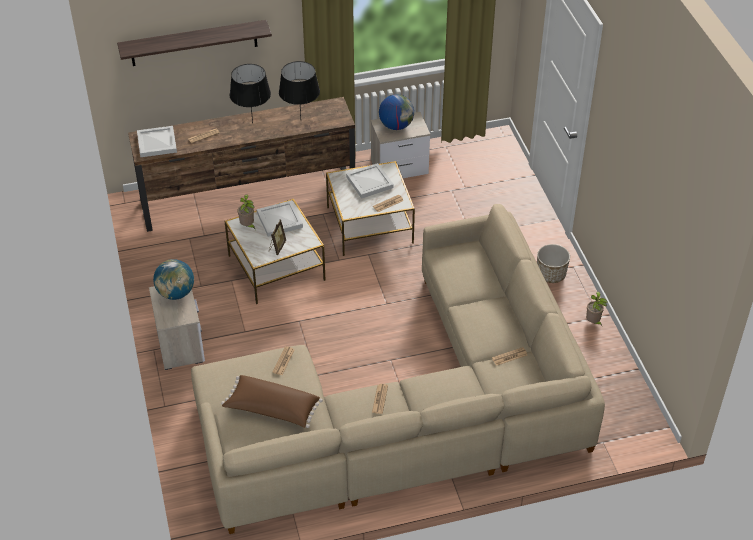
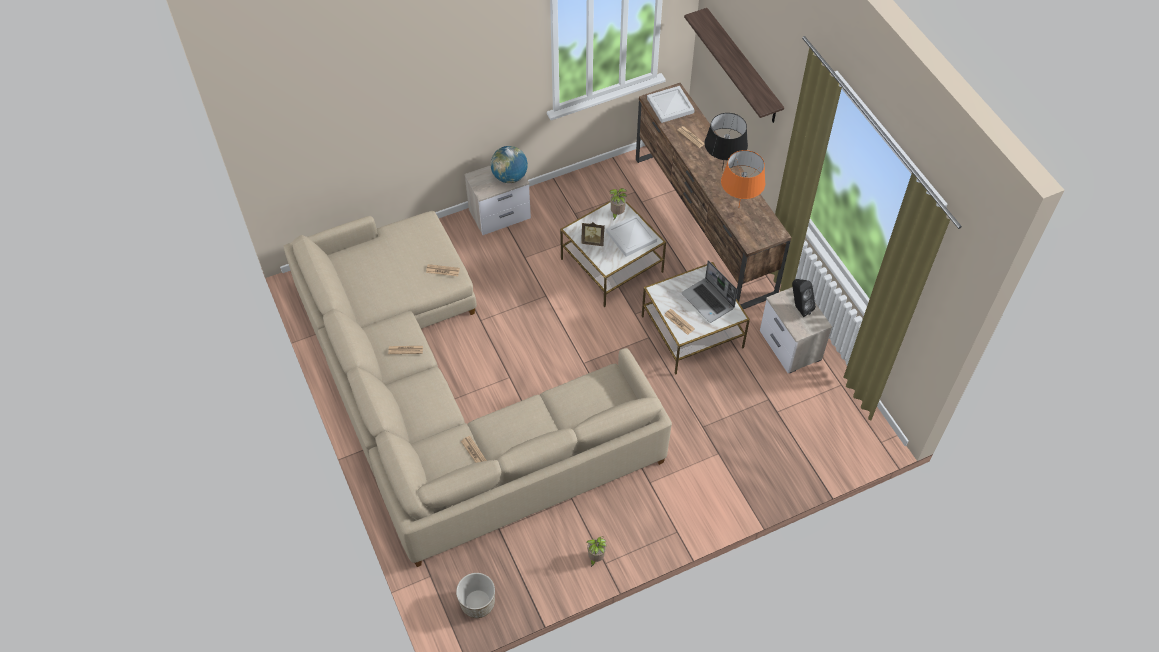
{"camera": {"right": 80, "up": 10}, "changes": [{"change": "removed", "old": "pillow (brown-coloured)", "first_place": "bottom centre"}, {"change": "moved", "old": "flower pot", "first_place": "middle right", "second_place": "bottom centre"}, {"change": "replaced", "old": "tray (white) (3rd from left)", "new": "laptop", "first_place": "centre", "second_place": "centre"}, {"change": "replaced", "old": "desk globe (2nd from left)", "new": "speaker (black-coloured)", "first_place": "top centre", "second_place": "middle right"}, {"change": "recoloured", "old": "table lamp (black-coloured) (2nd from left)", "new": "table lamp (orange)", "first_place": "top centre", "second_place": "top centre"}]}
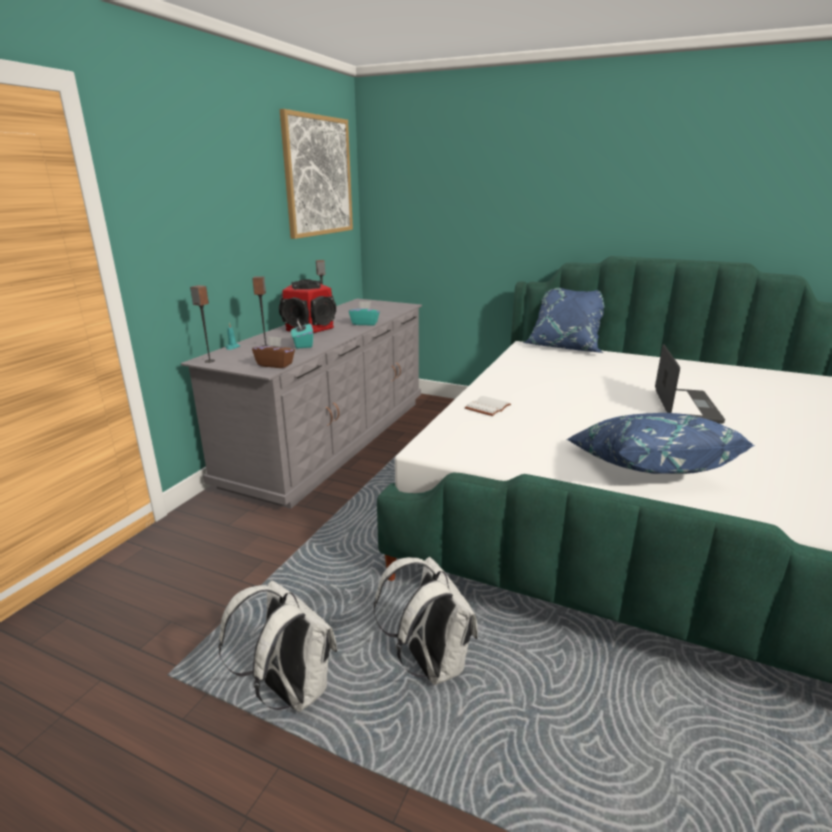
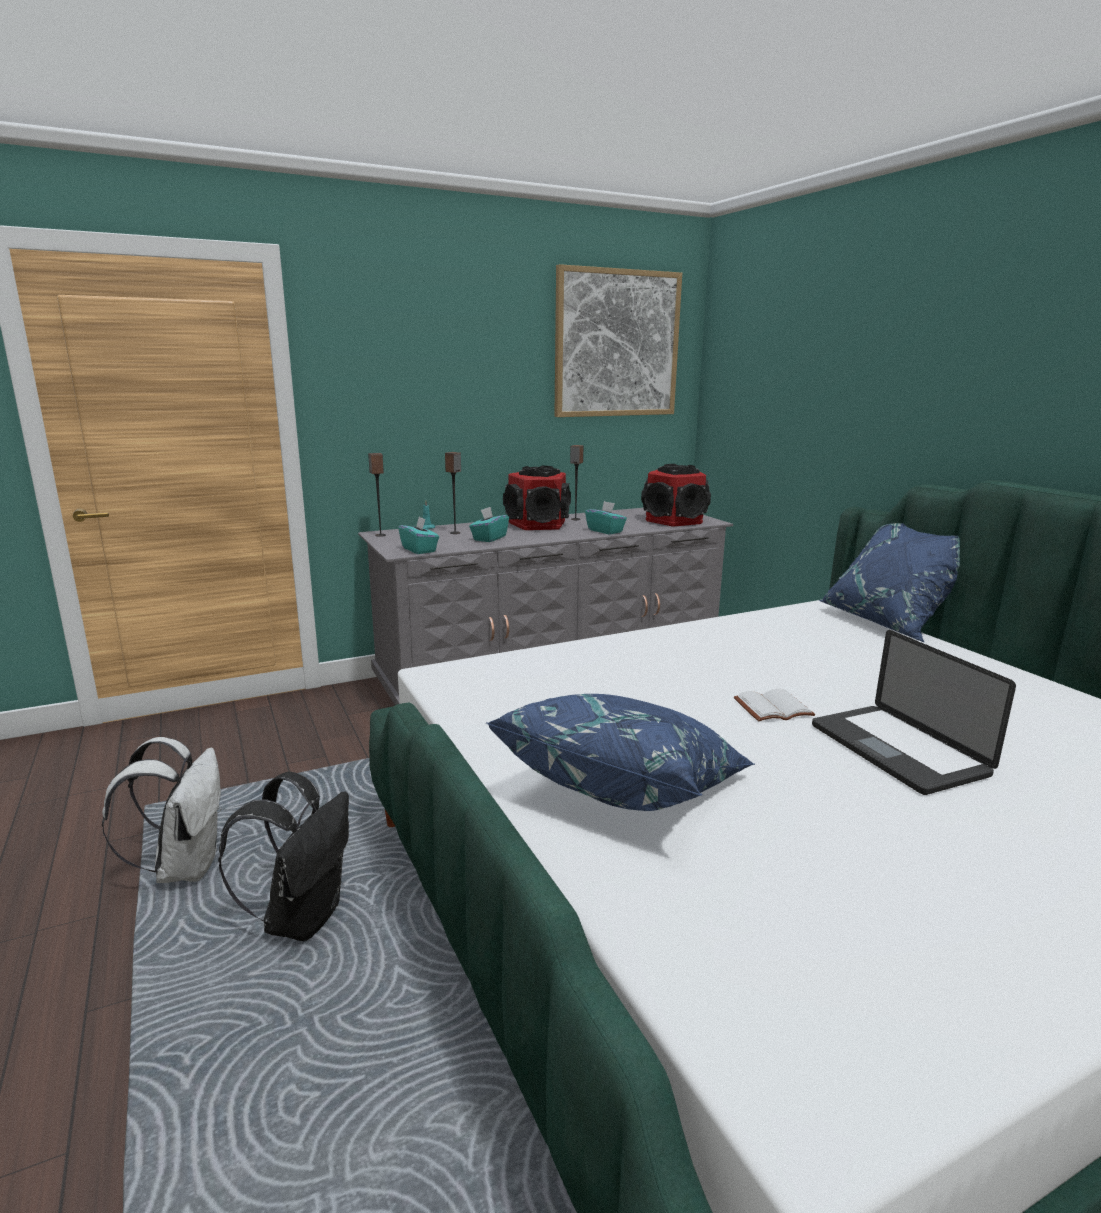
{"camera": {"right": 40, "up": -5}, "changes": [{"change": "added", "new": "speaker (5th from left)", "second_place": "centre"}, {"change": "moved", "old": "bound book (white)", "first_place": "centre", "second_place": "middle right"}, {"change": "recoloured", "old": "box of tissues (brown-coloured)", "new": "box of tissues (blue-green) (1st from left)", "first_place": "middle left", "second_place": "centre"}, {"change": "recoloured", "old": "knapsack (white) (2nd from left)", "new": "knapsack (black-coloured)", "first_place": "bottom centre", "second_place": "bottom left"}, {"change": "turned", "old": "laptop", "first_place": "middle right", "second_place": "middle right", "degrees": 105}]}
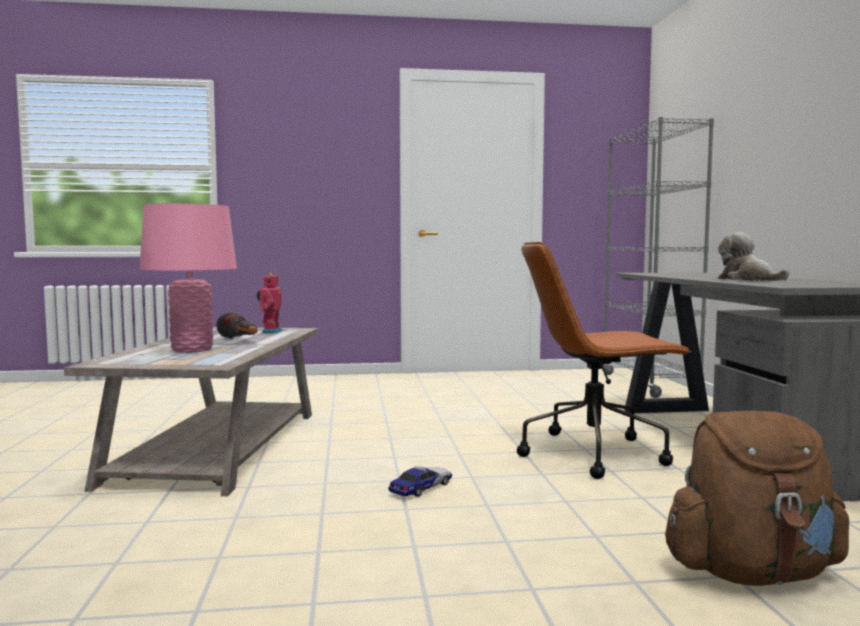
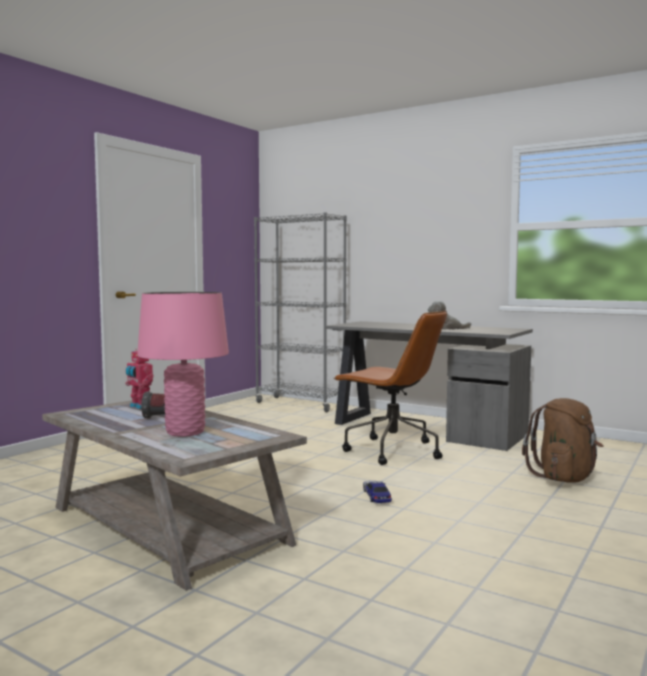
{"camera": {"right": -50, "up": 0}, "changes": [{"change": "turned", "old": "computer chair (brown-coloured)", "first_place": "middle right", "second_place": "centre", "degrees": -90}]}
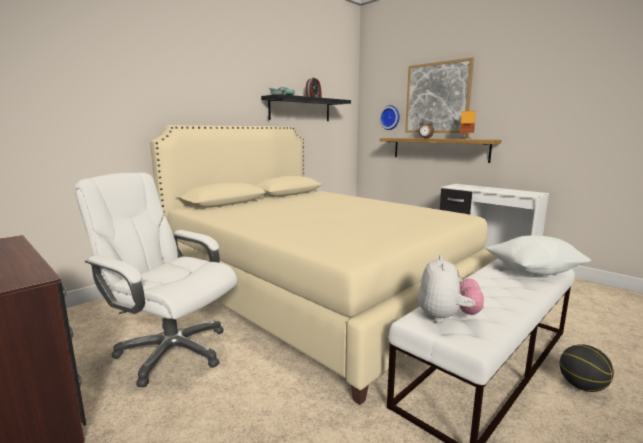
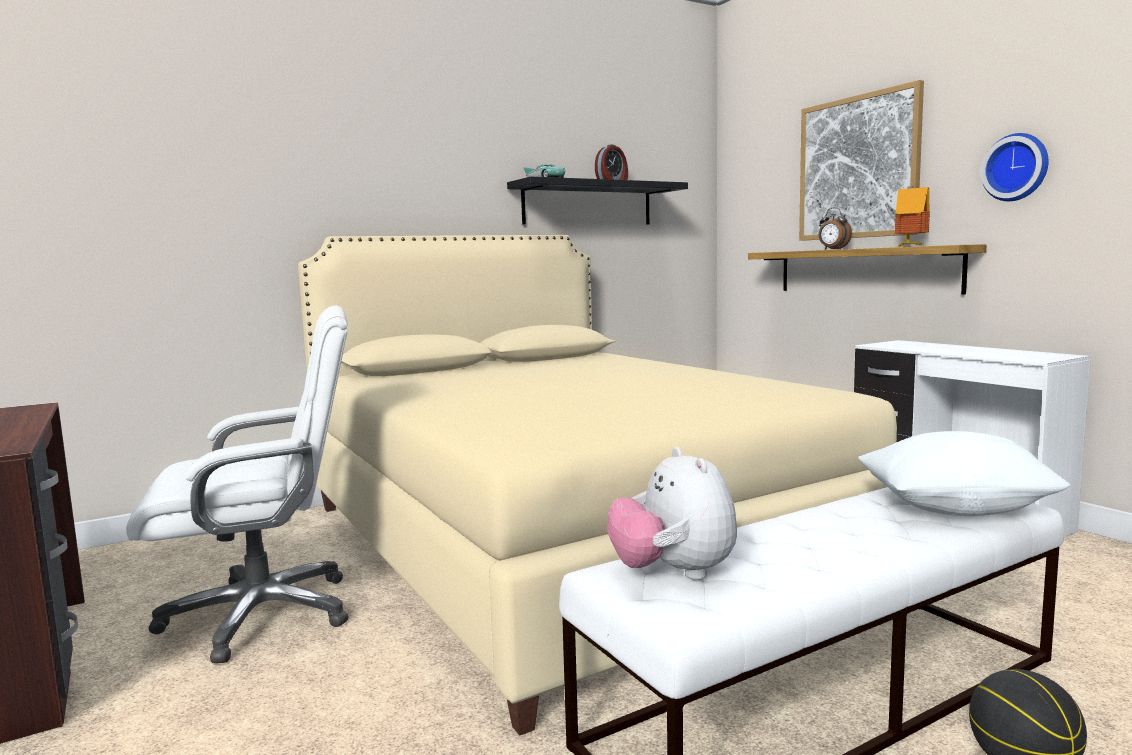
{"camera": {"right": 15, "up": -5}, "changes": [{"change": "moved", "old": "clock on the wall", "first_place": "top centre", "second_place": "top right"}, {"change": "turned", "old": "computer chair (white)", "first_place": "middle left", "second_place": "middle left", "degrees": 120}, {"change": "turned", "old": "plush toy", "first_place": "middle right", "second_place": "bottom centre", "degrees": 135}]}
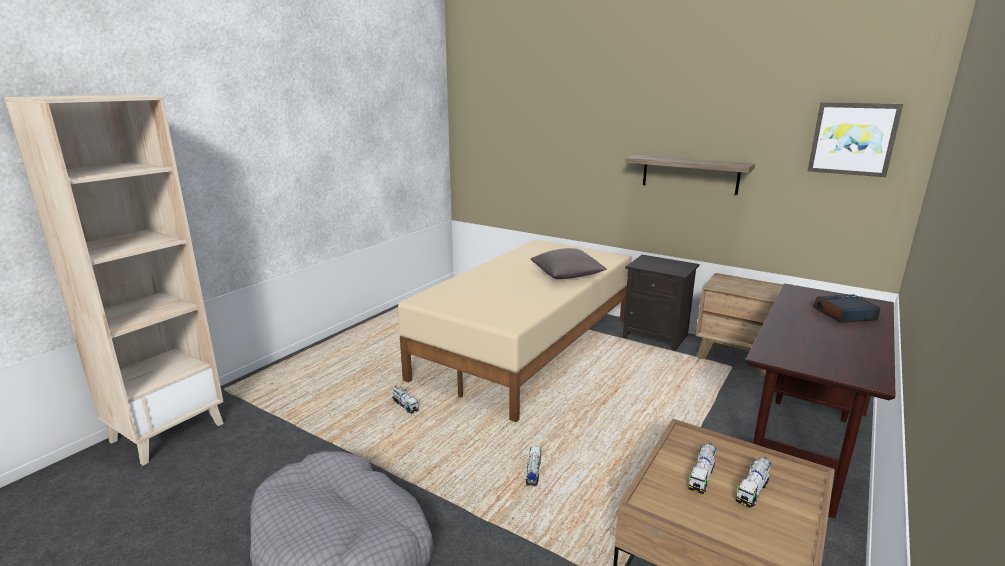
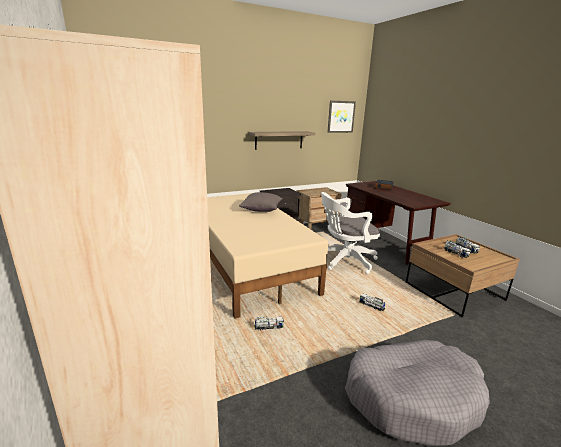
{"camera": {"right": -60, "up": 0}, "changes": [{"change": "added", "new": "computer chair (white)", "second_place": "centre"}]}
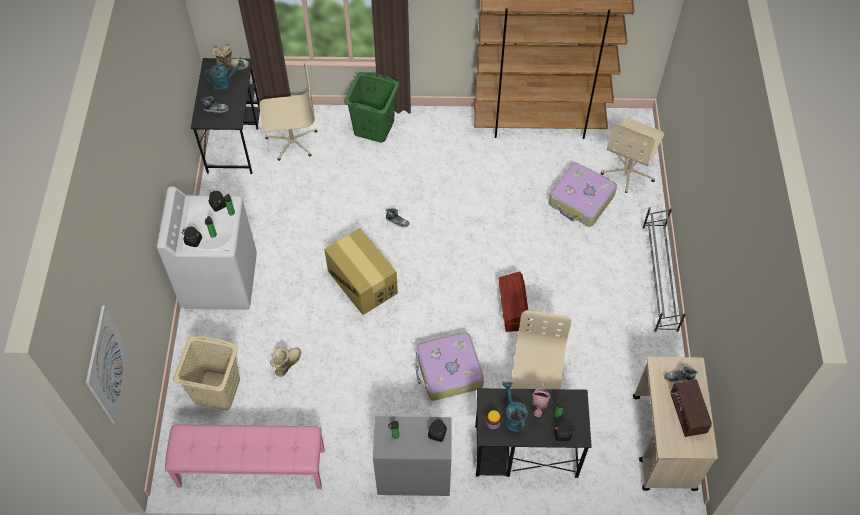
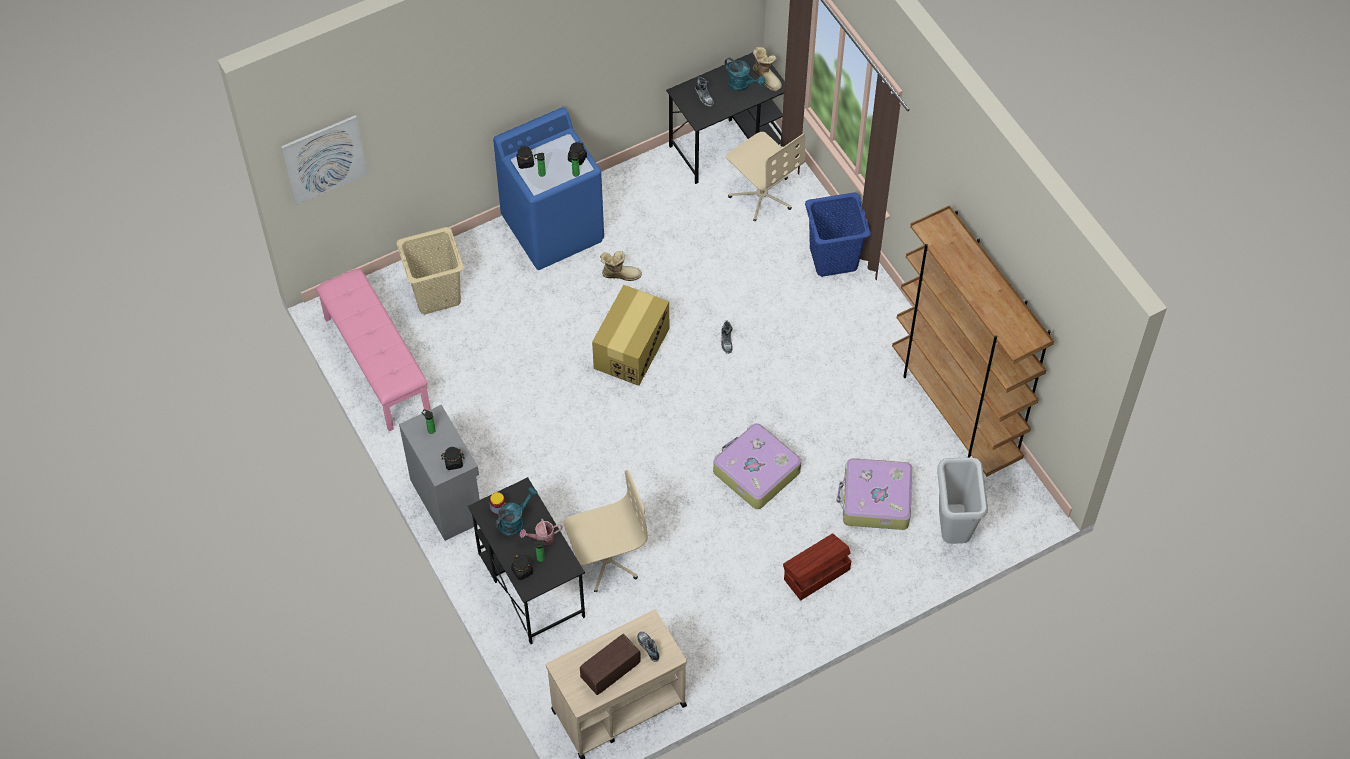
{"camera": {"right": 60, "up": 0}, "changes": [{"change": "removed", "old": "shoe shelf (grey)", "first_place": "middle right"}, {"change": "moved", "old": "tall boot (2nd from left in the first image)", "new": "tall boot (1st from left)", "first_place": "bottom left", "second_place": "centre"}, {"change": "moved", "old": "piece of luggage (1st from left)", "first_place": "bottom centre", "second_place": "centre"}, {"change": "moved", "old": "storage bin (brown-coloured)", "first_place": "centre", "second_place": "bottom centre"}, {"change": "replaced", "old": "computer chair (sand-coloured) (3rd from left)", "new": "rubbish bin (grey)", "first_place": "top right", "second_place": "middle right"}, {"change": "recoloured", "old": "washing machine (white)", "new": "washing machine (blue)", "first_place": "middle left", "second_place": "top centre"}, {"change": "recoloured", "old": "hamper (greenish)", "new": "hamper (blue)", "first_place": "top centre", "second_place": "top centre"}]}
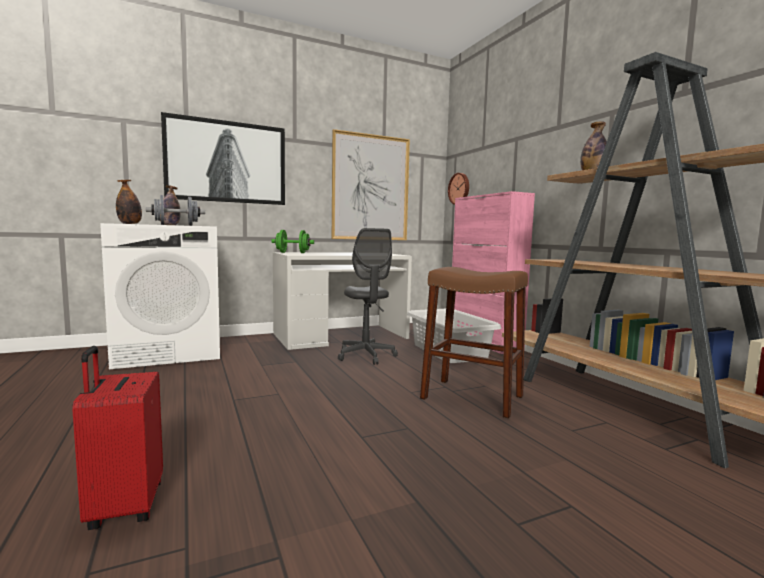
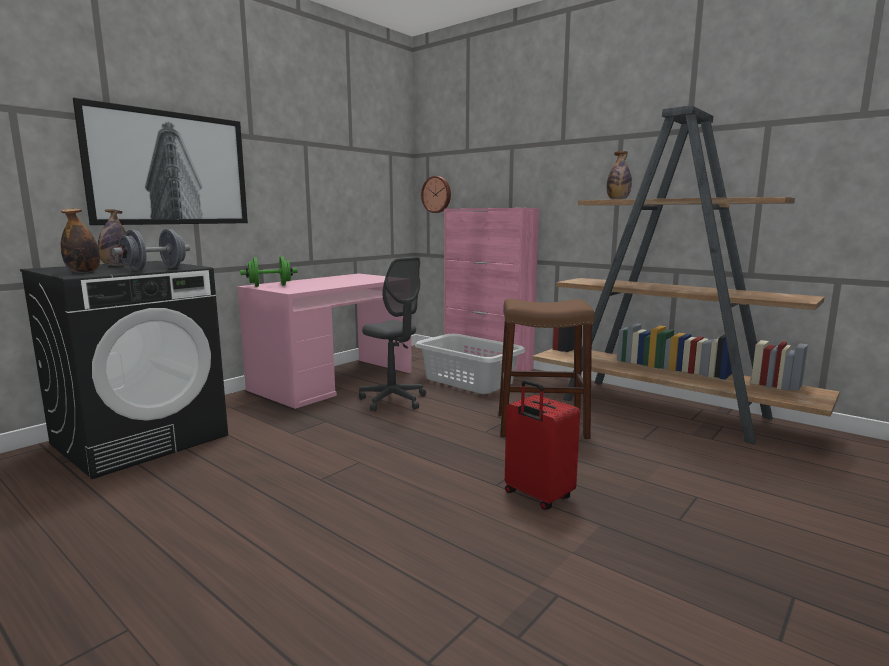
{"camera": {"right": -25, "up": 5}, "changes": [{"change": "removed", "old": "picture (2nd from left)", "first_place": "top centre"}, {"change": "moved", "old": "piece of luggage (reddish)", "first_place": "bottom left", "second_place": "bottom centre"}, {"change": "recoloured", "old": "washing machine (white)", "new": "washing machine (black-coloured)", "first_place": "middle left", "second_place": "middle left"}, {"change": "recoloured", "old": "desk (white)", "new": "desk (pink)", "first_place": "centre", "second_place": "centre"}]}
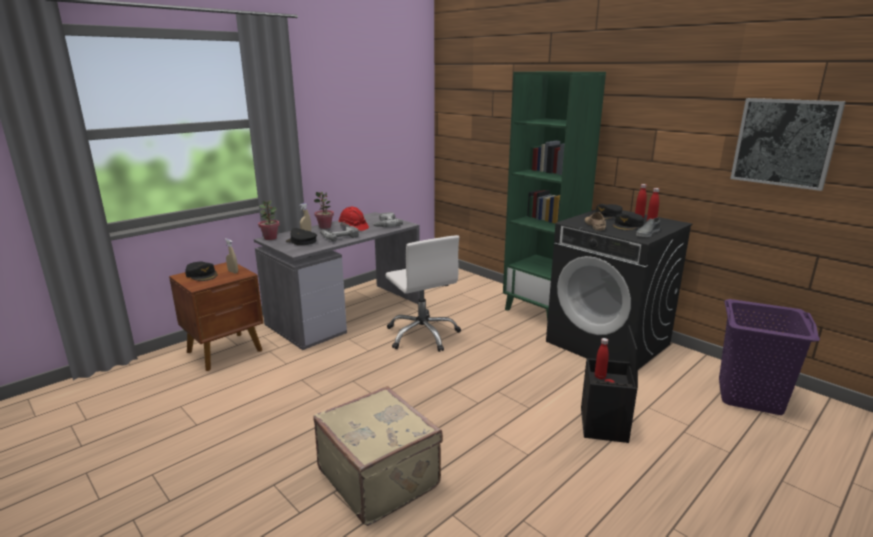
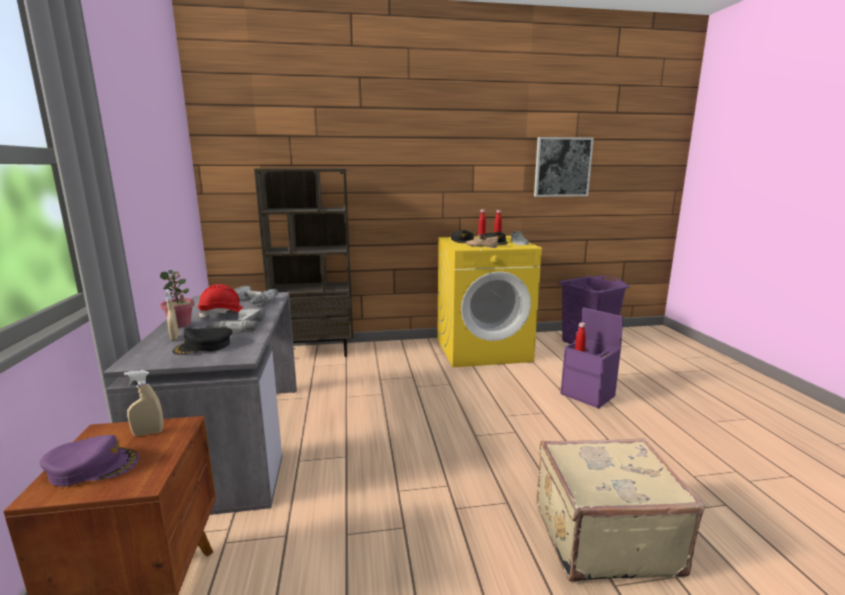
{"camera": {"right": -55, "up": -5}, "changes": [{"change": "removed", "old": "houseplant (1st from left)", "first_place": "middle left"}, {"change": "removed", "old": "computer chair (white)", "first_place": "centre"}, {"change": "removed", "old": "bookcase (greenish)", "first_place": "centre"}, {"change": "added", "new": "bookcase (brown-coloured)", "second_place": "centre"}, {"change": "recoloured", "old": "baseball cap (black-coloured) (1st from left)", "new": "baseball cap (purple-coloured)", "first_place": "middle left", "second_place": "bottom left"}, {"change": "recoloured", "old": "washing machine (black-coloured)", "new": "washing machine (yellowish)", "first_place": "middle right", "second_place": "centre"}, {"change": "recoloured", "old": "storage bin (black-coloured)", "new": "storage bin (purple-coloured)", "first_place": "bottom right", "second_place": "middle right"}]}
